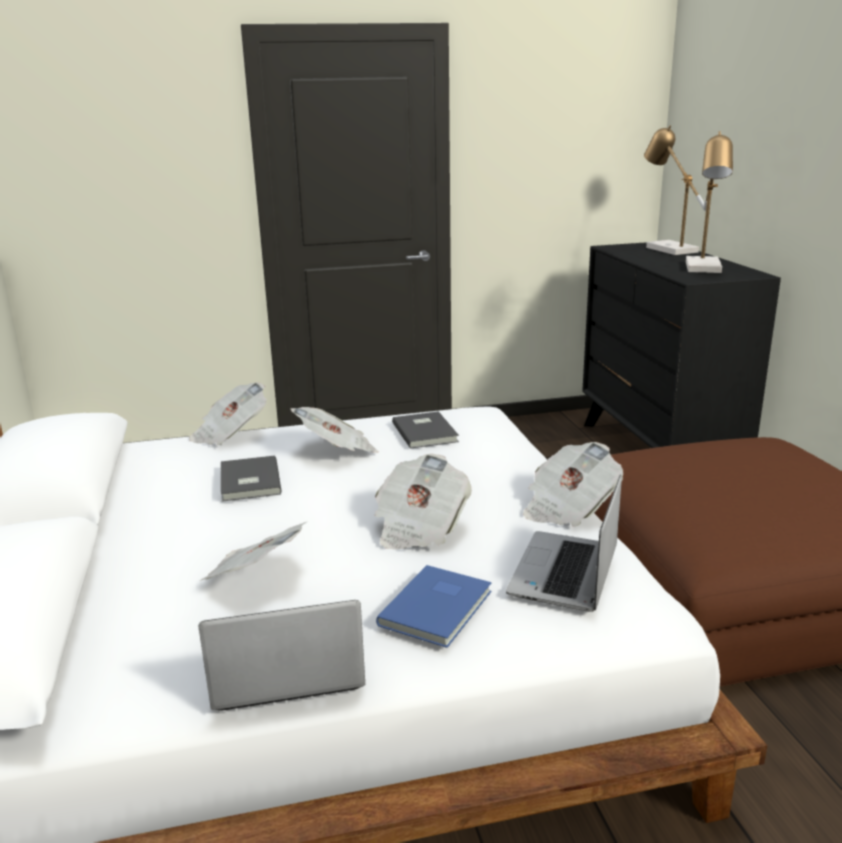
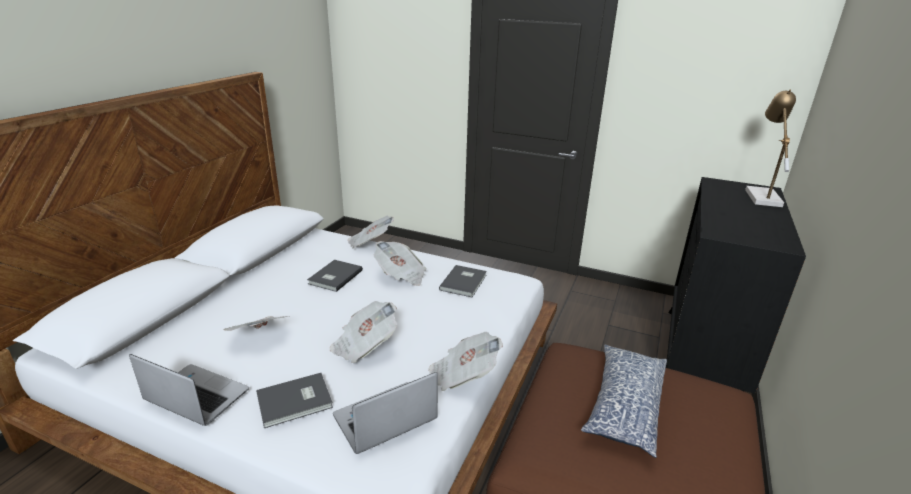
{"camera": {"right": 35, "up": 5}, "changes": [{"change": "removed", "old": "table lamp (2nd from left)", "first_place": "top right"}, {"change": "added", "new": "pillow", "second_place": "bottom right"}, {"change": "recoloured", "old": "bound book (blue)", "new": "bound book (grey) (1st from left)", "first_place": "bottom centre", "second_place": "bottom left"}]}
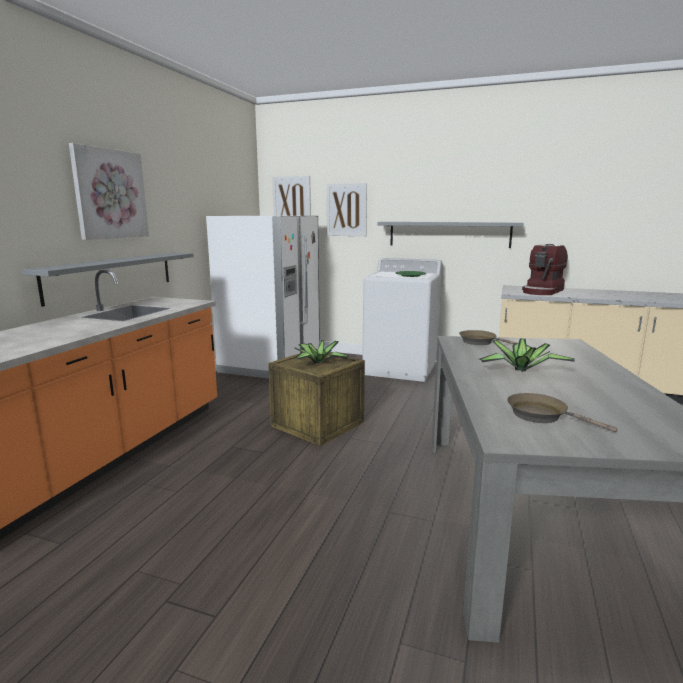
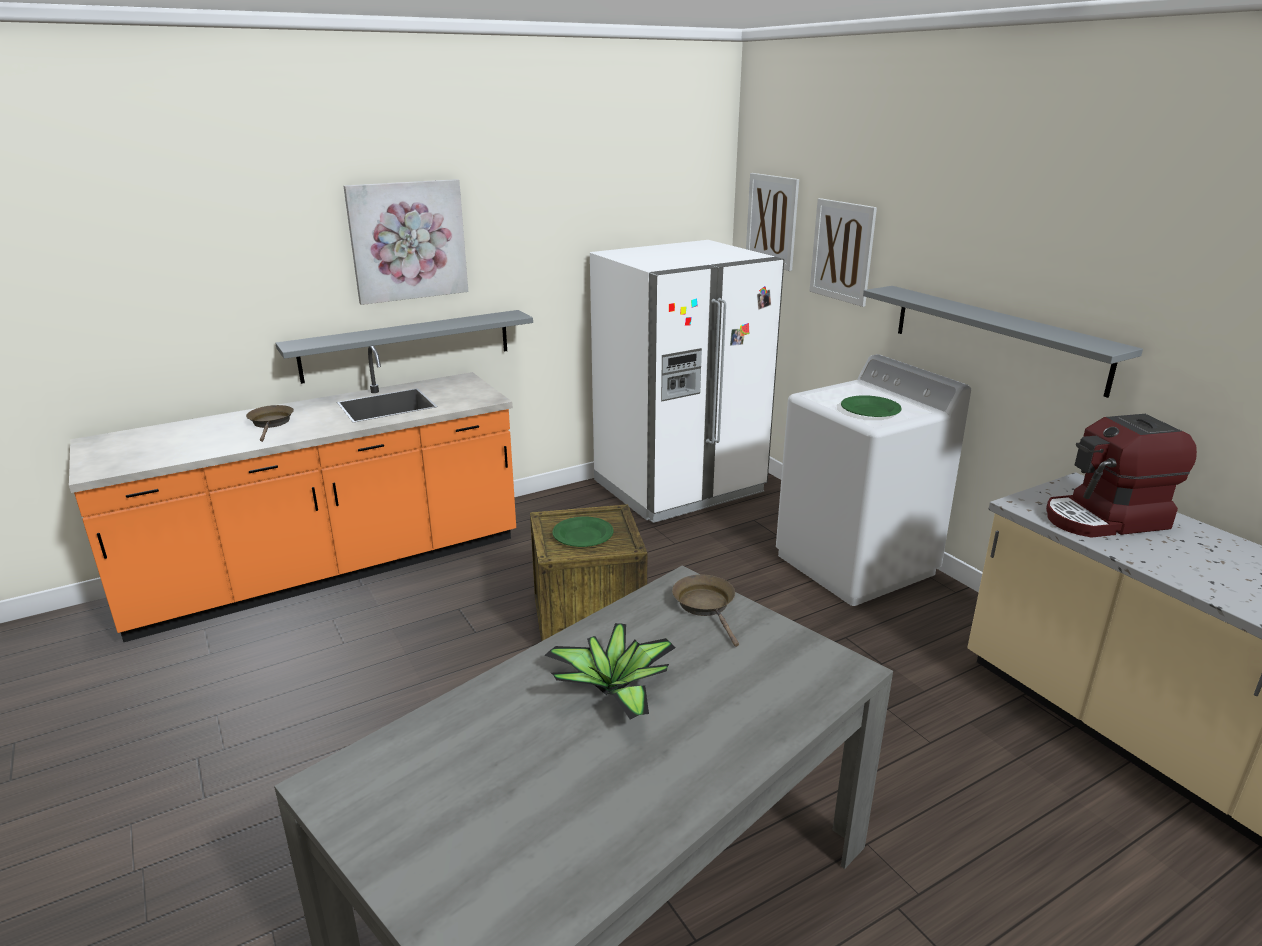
{"camera": {"right": 40, "up": 10}, "changes": [{"change": "moved", "old": "frying pan (brown-coloured) (2nd from left in the first image)", "new": "frying pan (brown-coloured) (1st from left)", "first_place": "middle right", "second_place": "middle left"}, {"change": "replaced", "old": "houseplant (1st from left)", "new": "plate (greenish) (1st from left)", "first_place": "centre", "second_place": "centre"}]}
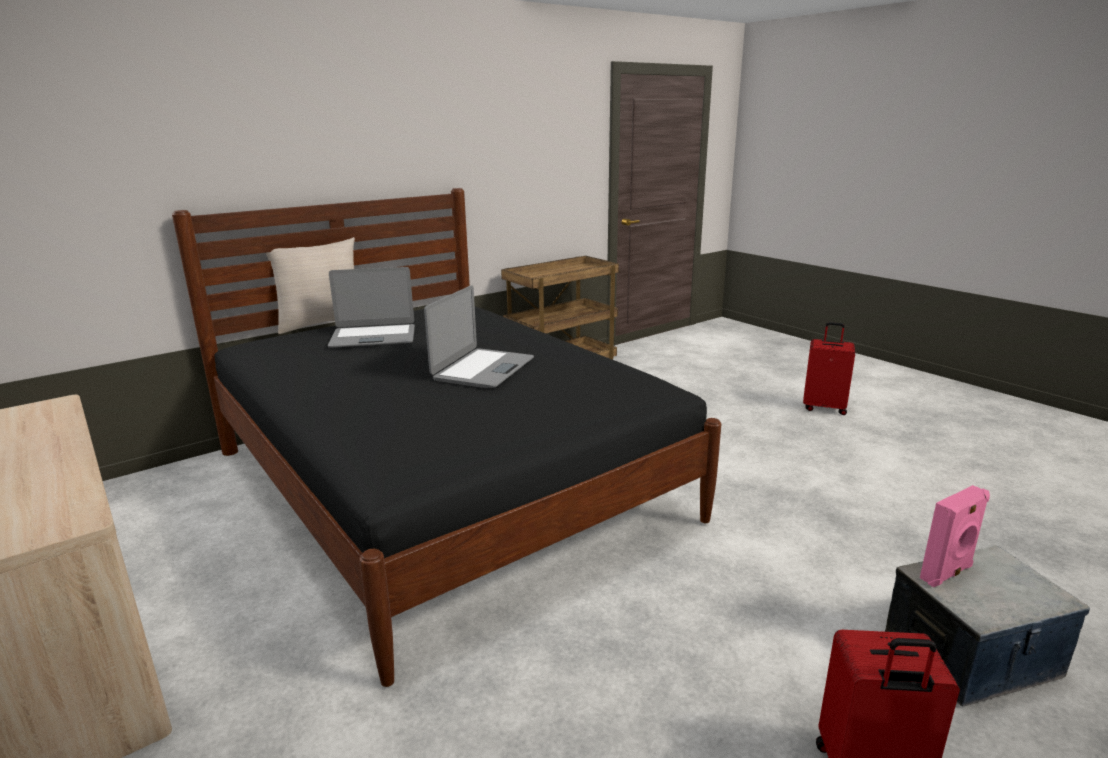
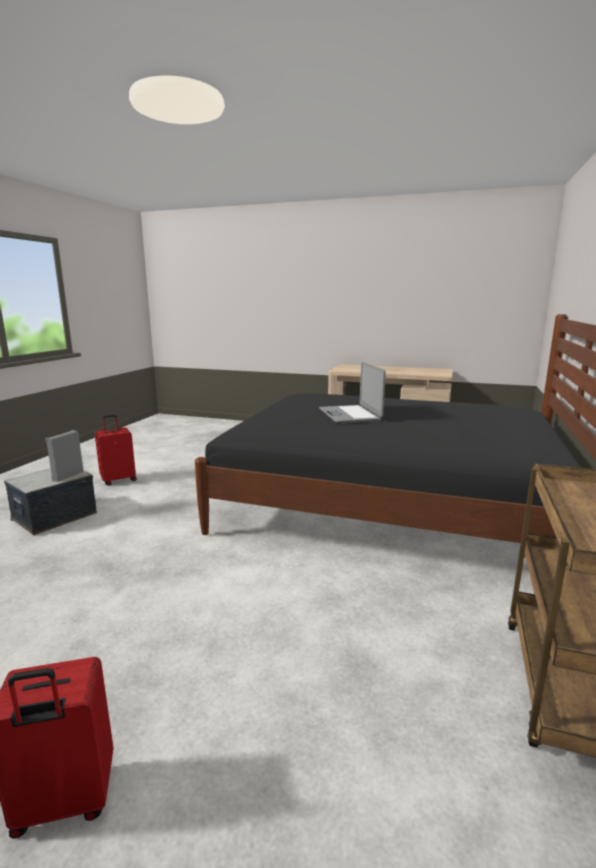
{"camera": {"right": 145, "up": -5}, "changes": [{"change": "removed", "old": "pillow (sand-coloured)", "first_place": "middle left"}, {"change": "removed", "old": "laptop (1st from left)", "first_place": "centre"}, {"change": "recoloured", "old": "speaker (pink)", "new": "speaker (grey)", "first_place": "bottom right", "second_place": "middle left"}]}
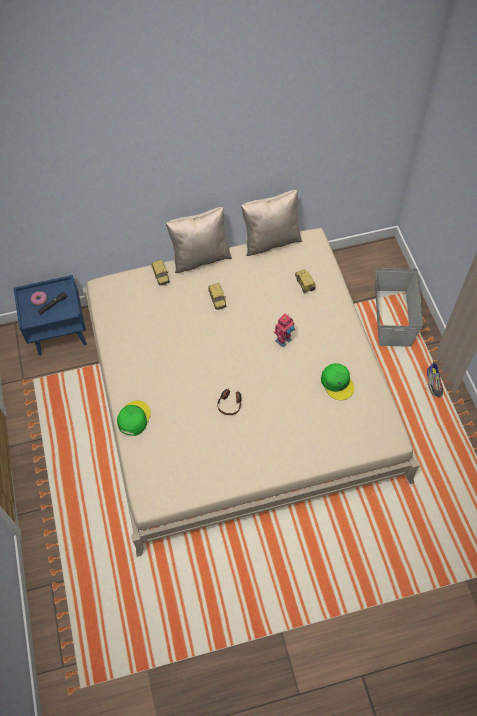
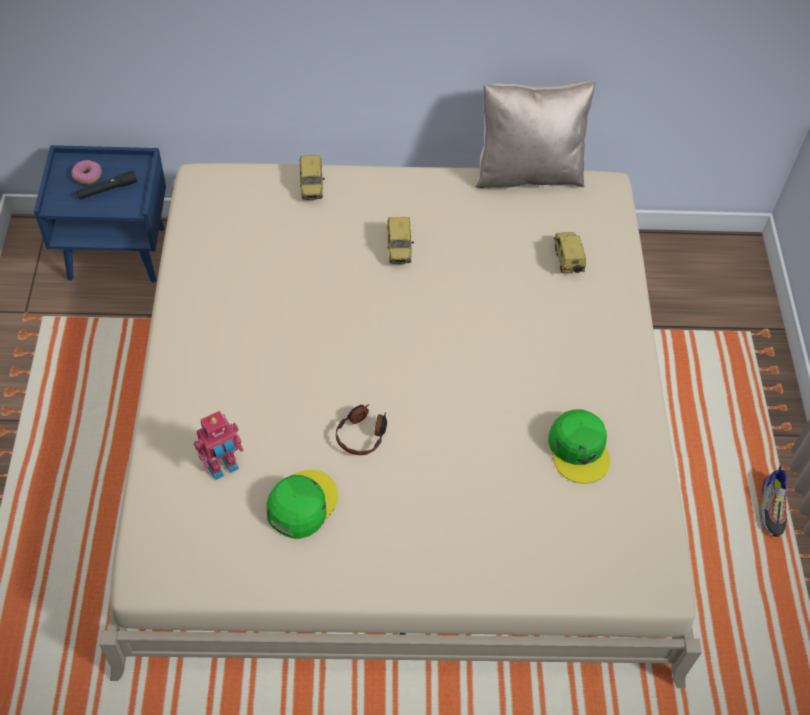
{"camera": {"right": 10, "up": -5}, "changes": [{"change": "removed", "old": "pillow (sand-coloured) (1st from left)", "first_place": "centre"}, {"change": "removed", "old": "storage bin (grey)", "first_place": "middle right"}, {"change": "moved", "old": "baseball cap (greenish) (1st from left)", "first_place": "middle left", "second_place": "bottom centre"}, {"change": "moved", "old": "robot figure", "first_place": "centre", "second_place": "middle left"}]}
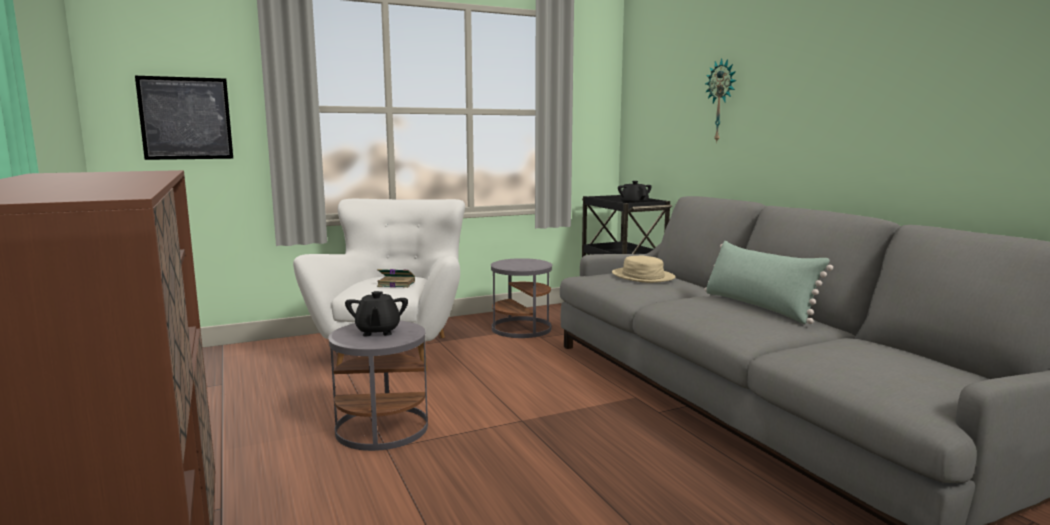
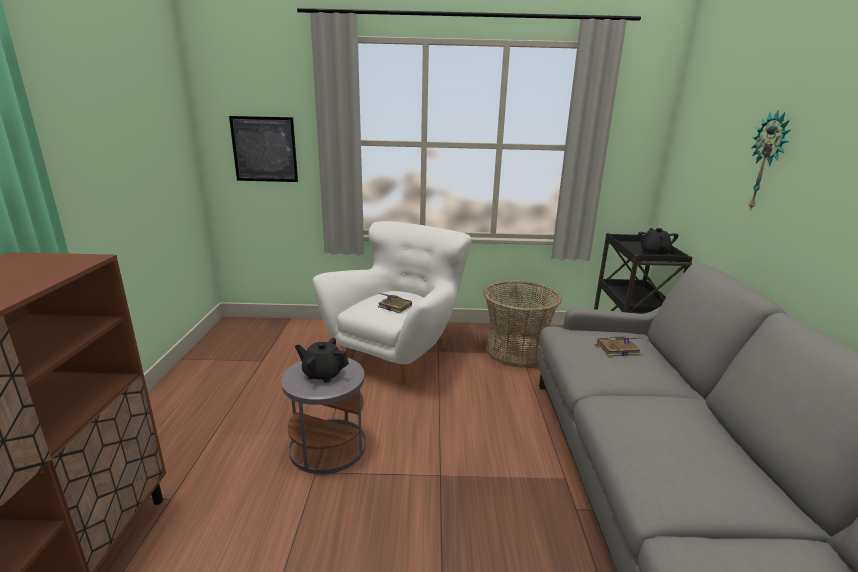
{"camera": {"right": 25, "up": 10}, "changes": [{"change": "removed", "old": "pillow (greenish)", "first_place": "middle right"}, {"change": "replaced", "old": "accent table (grey) (2nd from left)", "new": "storage basket", "first_place": "centre", "second_place": "centre"}, {"change": "replaced", "old": "wearable hat (sand-coloured)", "new": "bound book (2nd from left)", "first_place": "centre", "second_place": "middle right"}, {"change": "turned", "old": "pot for tea (black-coloured) (1st from left)", "first_place": "centre", "second_place": "centre", "degrees": 90}]}
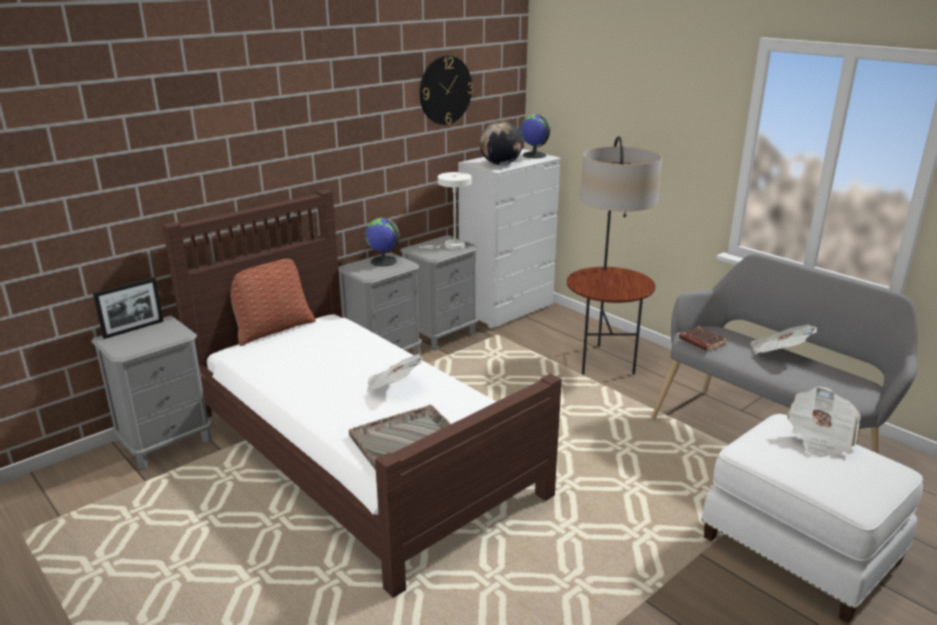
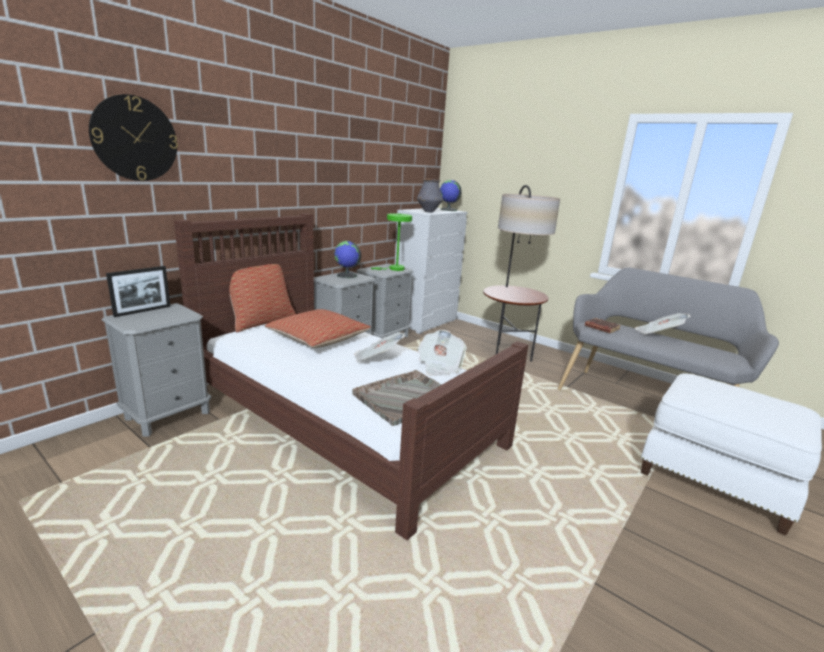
{"camera": {"right": -10, "up": -5}, "changes": [{"change": "added", "new": "pillow (2nd from left)", "second_place": "centre"}, {"change": "moved", "old": "clock on the wall", "first_place": "top centre", "second_place": "top left"}, {"change": "moved", "old": "newspaper (3rd from left in the first image)", "new": "newspaper (2nd from left)", "first_place": "bottom right", "second_place": "centre"}, {"change": "replaced", "old": "desk globe (2nd from left)", "new": "vase", "first_place": "top centre", "second_place": "top centre"}, {"change": "recoloured", "old": "table lamp (white)", "new": "table lamp (greenish)", "first_place": "centre", "second_place": "centre"}]}
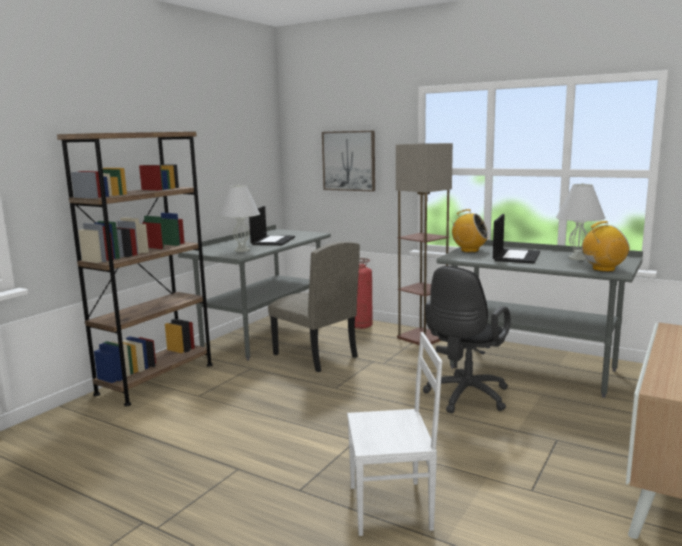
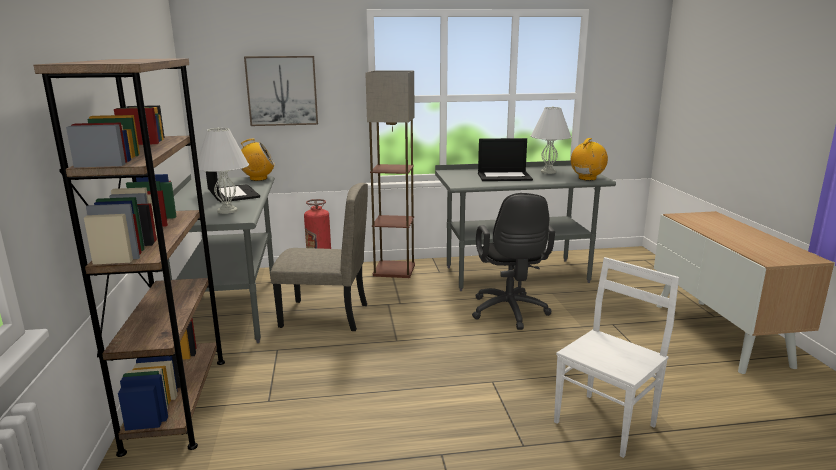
{"camera": {"right": -40, "up": 5}, "changes": [{"change": "moved", "old": "radio (1st from left)", "first_place": "middle right", "second_place": "middle left"}, {"change": "turned", "old": "laptop (2nd from left)", "first_place": "middle right", "second_place": "centre", "degrees": 105}]}
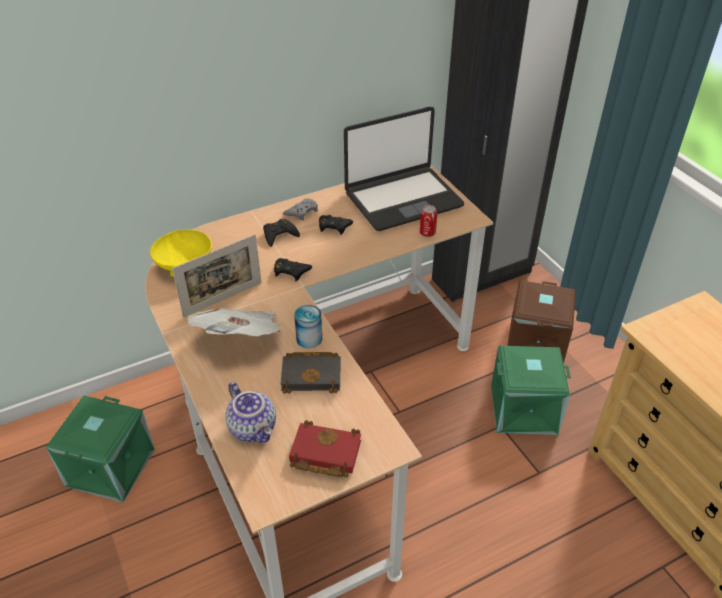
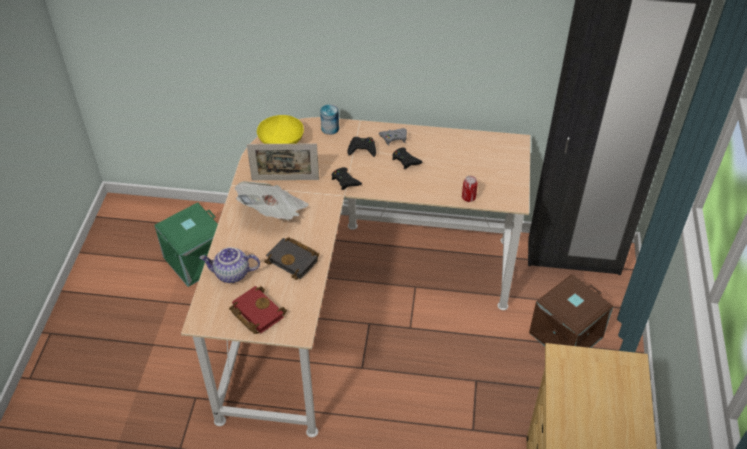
{"camera": {"right": 35, "up": 5}, "changes": [{"change": "removed", "old": "laptop", "first_place": "top centre"}, {"change": "removed", "old": "storage bin (greenish) (2nd from left)", "first_place": "middle right"}, {"change": "moved", "old": "metal can (1st from left)", "first_place": "centre", "second_place": "top centre"}, {"change": "turned", "old": "pot for tea", "first_place": "bottom centre", "second_place": "middle left", "degrees": 90}]}
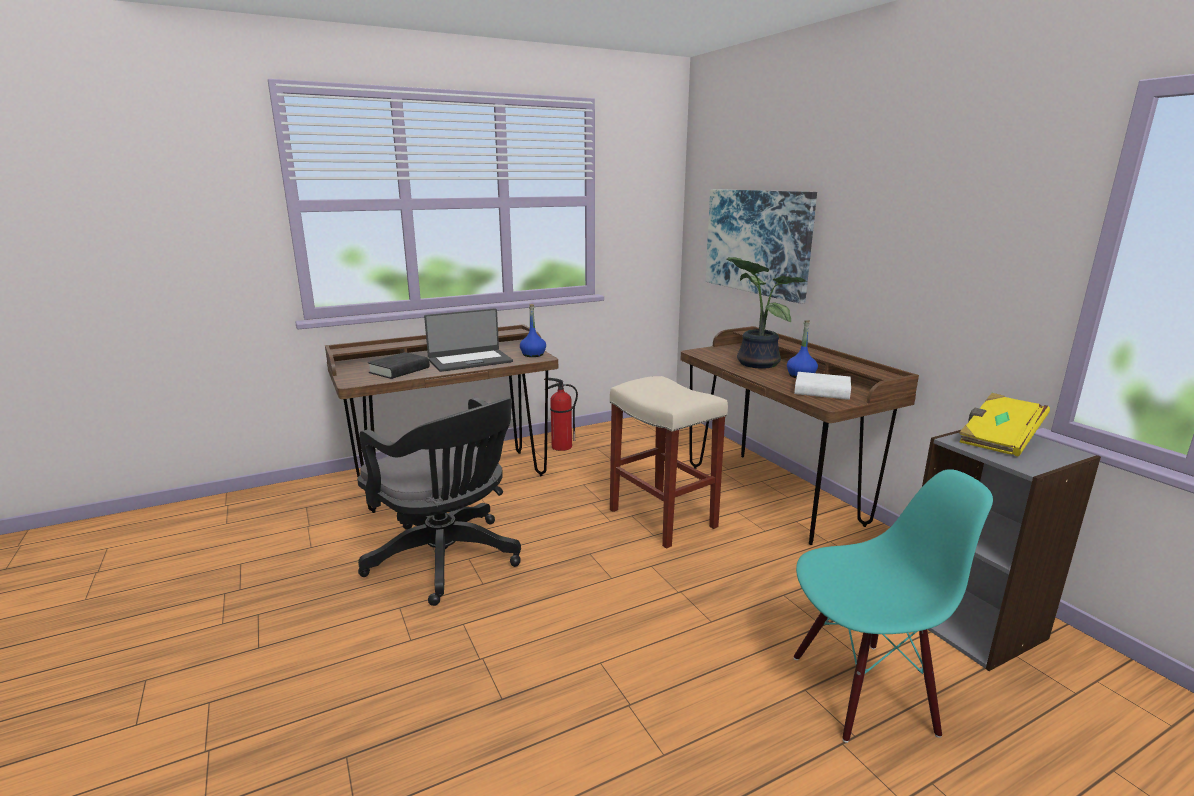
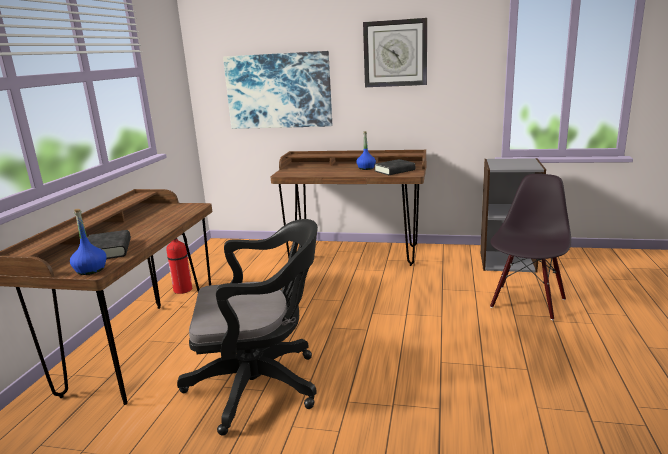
{"camera": {"right": -50, "up": 0}, "changes": [{"change": "removed", "old": "laptop", "first_place": "centre"}, {"change": "removed", "old": "stool seat (sand-coloured)", "first_place": "centre"}, {"change": "removed", "old": "houseplant", "first_place": "centre"}, {"change": "removed", "old": "bound book (yellowish)", "first_place": "middle right"}, {"change": "added", "new": "clock on the wall", "second_place": "top centre"}, {"change": "moved", "old": "beverage bottle (blue) (1st from left)", "first_place": "centre", "second_place": "middle left"}, {"change": "recoloured", "old": "bound book (white)", "new": "bound book (black-coloured) (2nd from left)", "first_place": "middle right", "second_place": "centre"}, {"change": "recoloured", "old": "chair (blue-green)", "new": "chair (black-coloured)", "first_place": "bottom right", "second_place": "middle right"}]}
